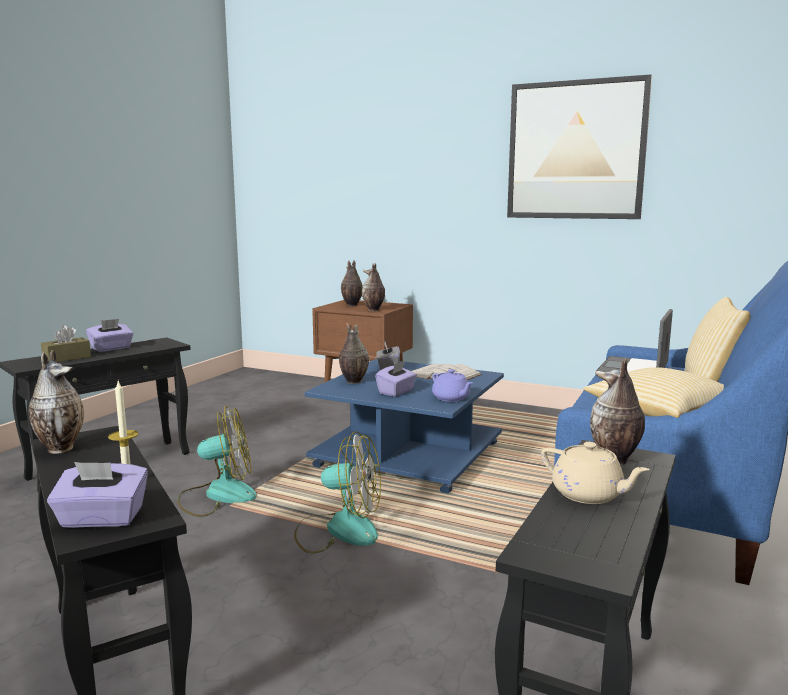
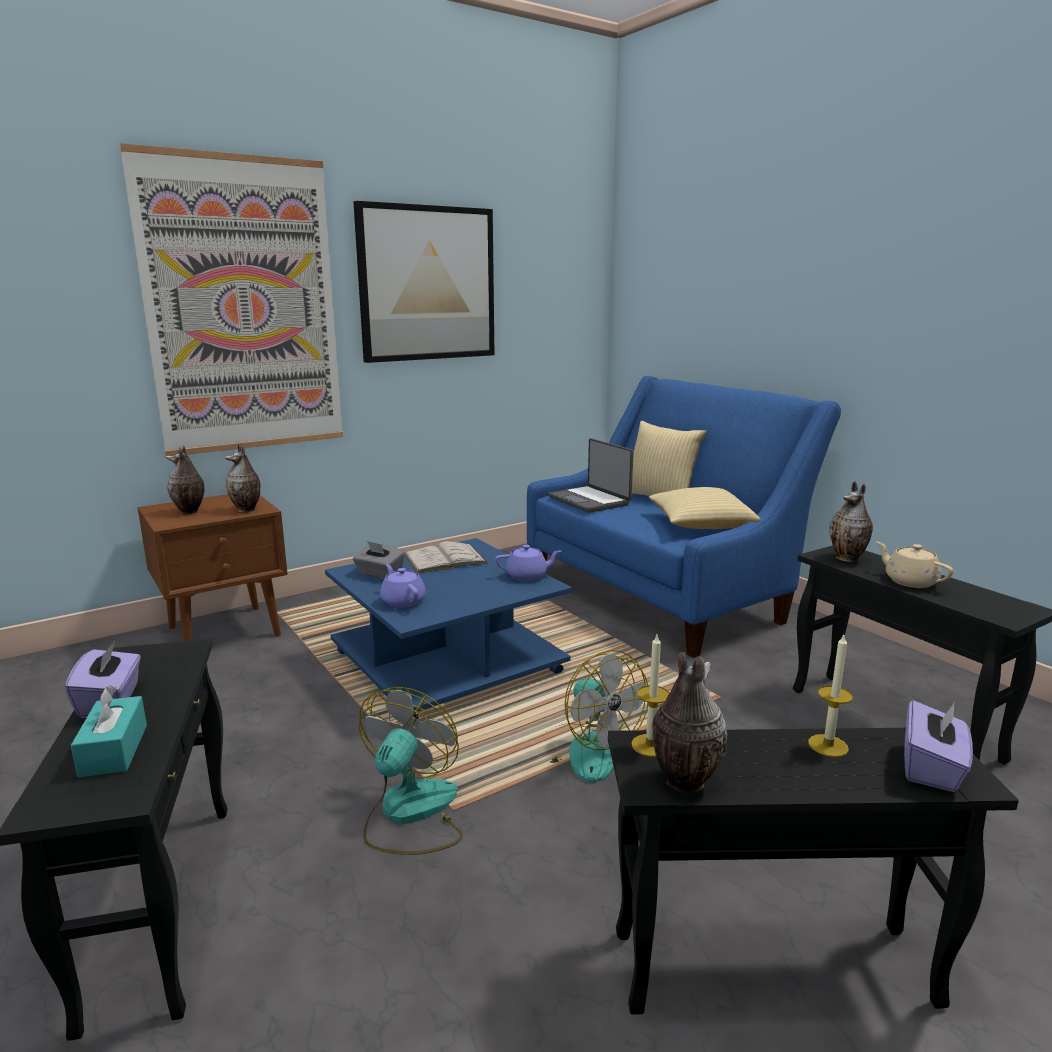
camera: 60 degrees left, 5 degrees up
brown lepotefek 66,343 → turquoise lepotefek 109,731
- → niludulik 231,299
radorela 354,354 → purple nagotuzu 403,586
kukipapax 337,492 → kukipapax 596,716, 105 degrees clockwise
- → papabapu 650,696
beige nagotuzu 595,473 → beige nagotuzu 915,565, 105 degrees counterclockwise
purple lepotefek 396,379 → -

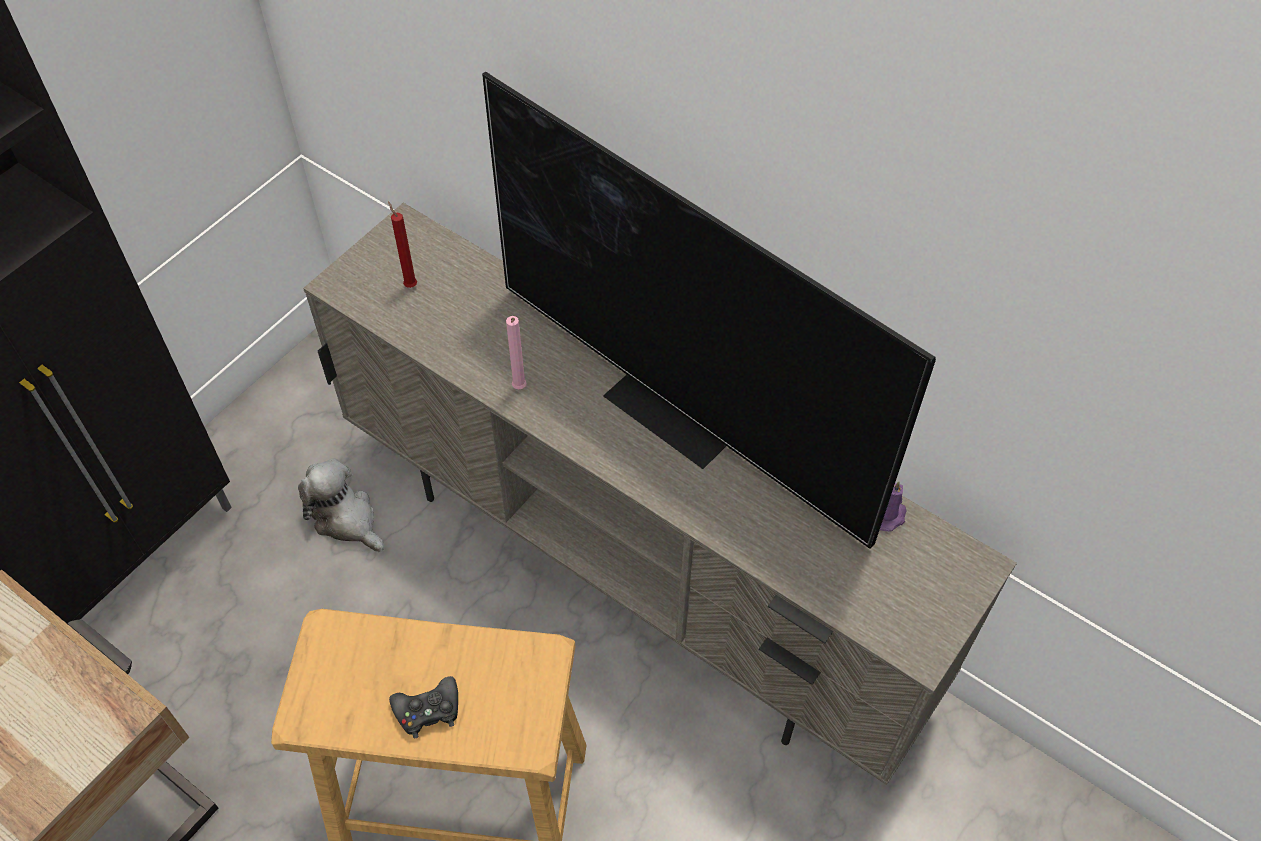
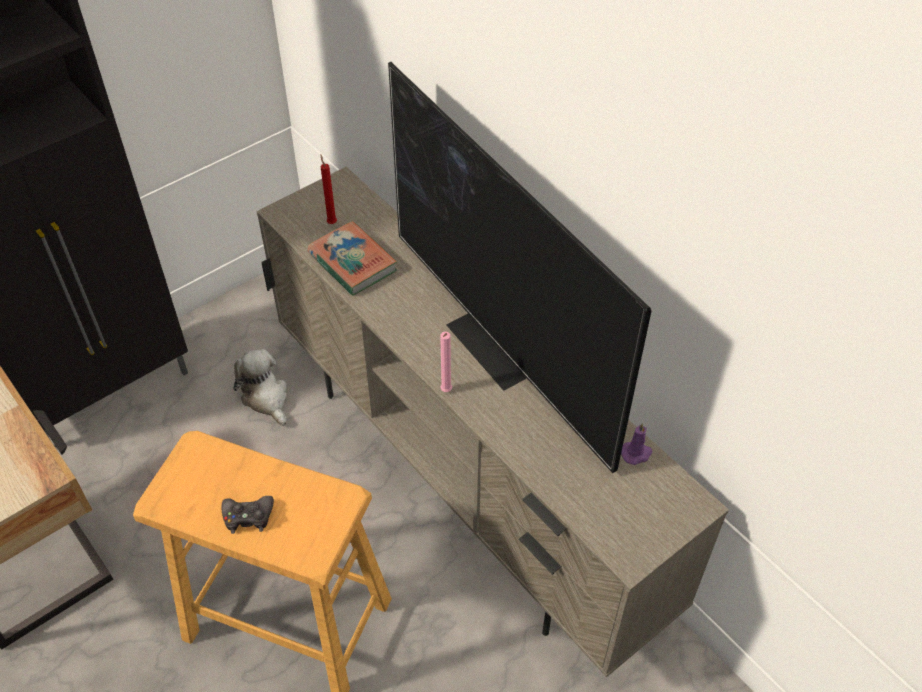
camera: 15 degrees right, 5 degrees down
- → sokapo 352,258
pink papabapu 516,352 → pink papabapu 446,362, move

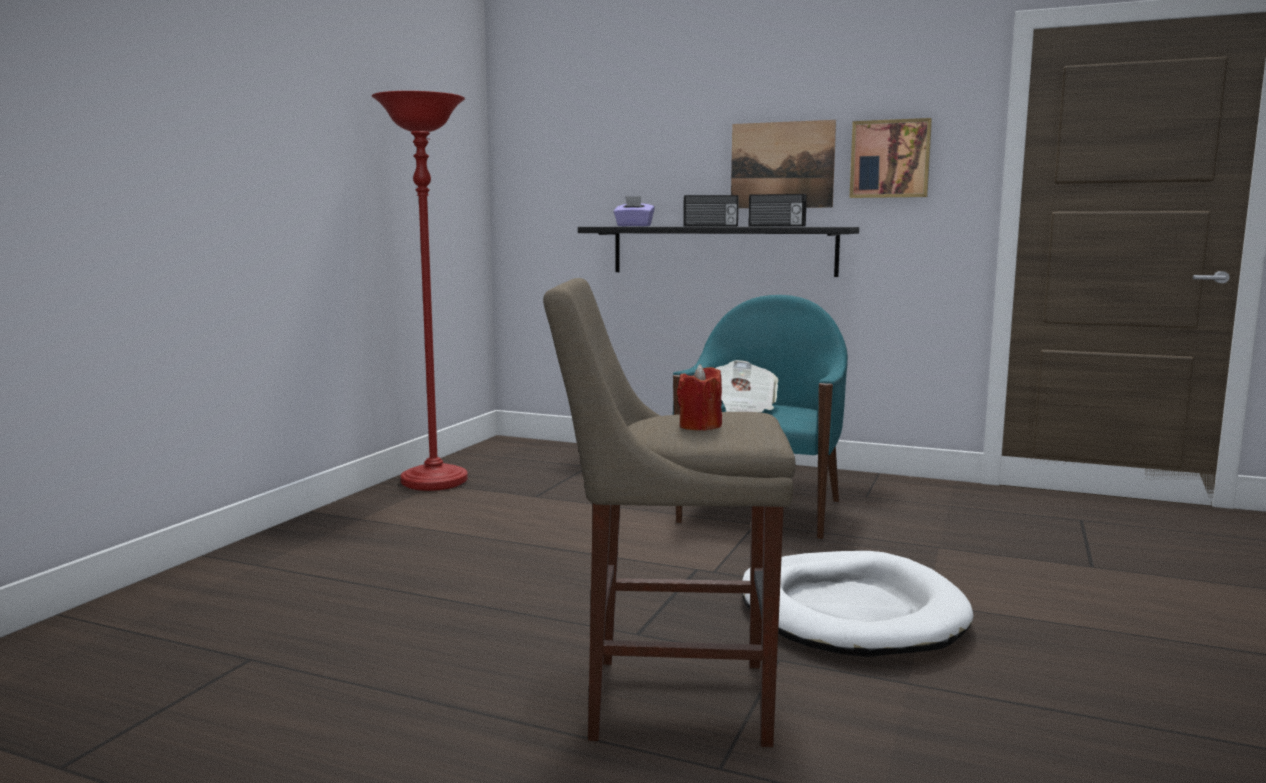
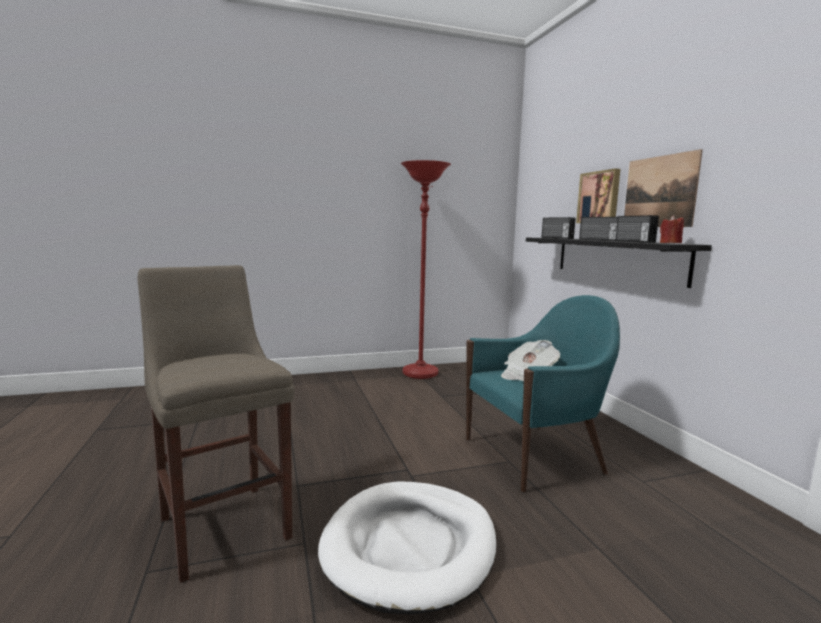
camera: 50 degrees right, 0 degrees up
purple lepotefek 634,211 → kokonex 558,228
niludulik 890,158 → niludulik 598,195, move
red papabapu 699,397 → red papabapu 672,229, move

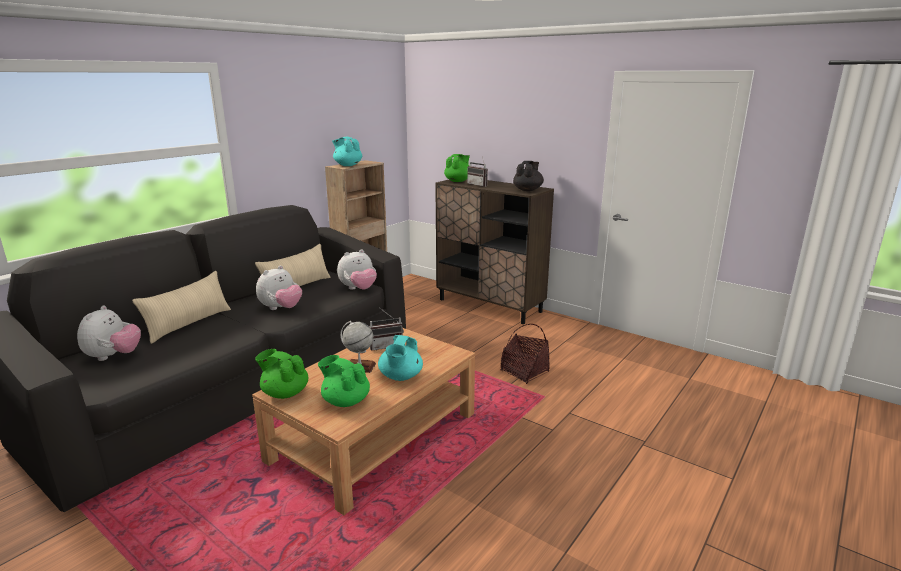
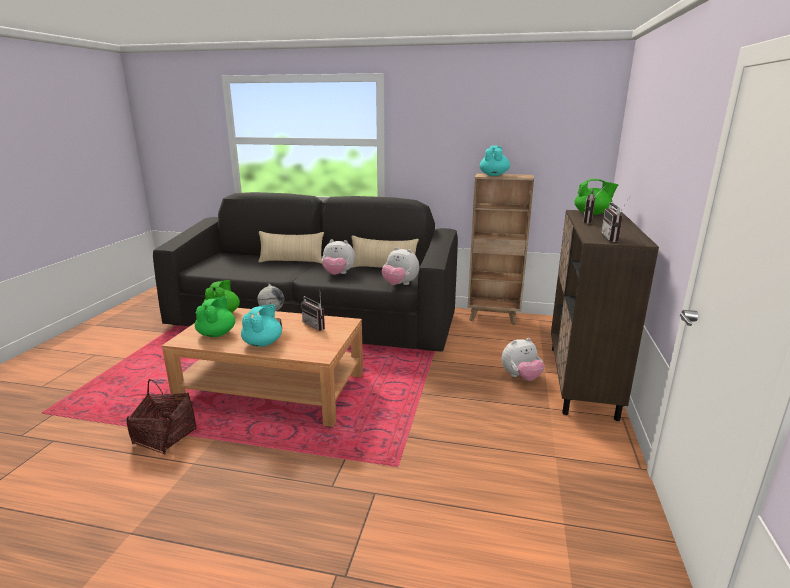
camera: 65 degrees right, 0 degrees up
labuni 525,354 → labuni 161,416, move
turquoise nagotuzu 400,358 → turquoise nagotuzu 261,326, 120 degrees clockwise
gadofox 109,333 → gadofox 522,359, move
black nagotuzu 528,176 → kokonex 615,219

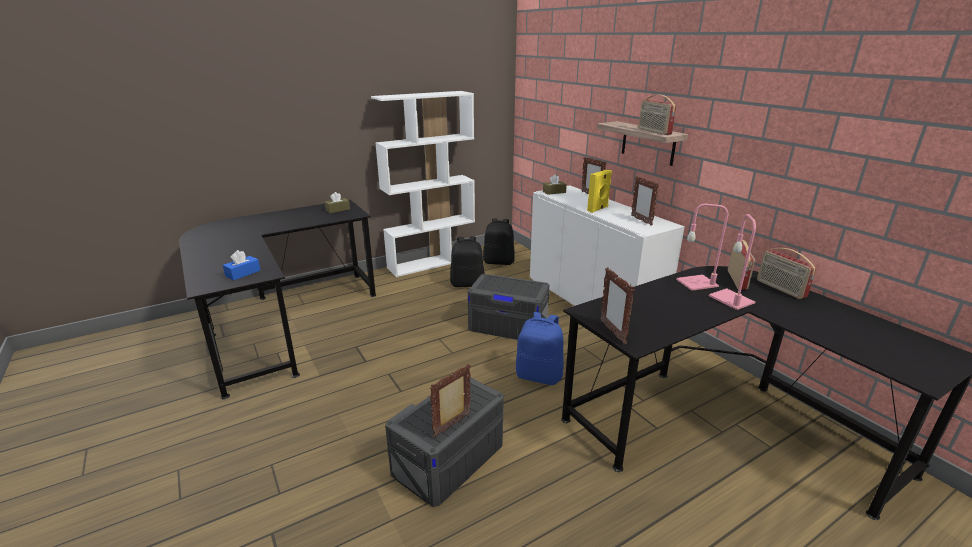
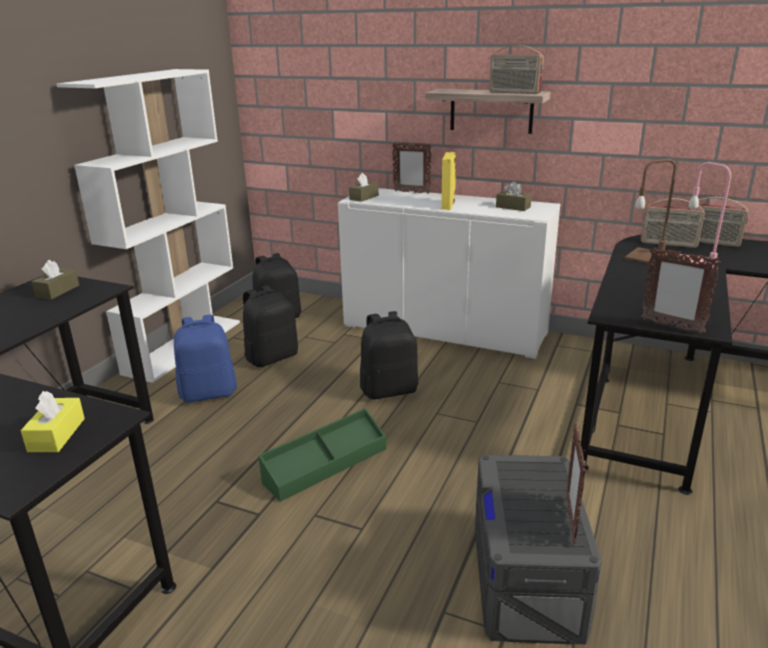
camera: 35 degrees left, 0 degrees up
blue lepotefek 242,265 → yellow lepotefek 52,421
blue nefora 540,348 → blue nefora 205,359, move
- → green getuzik 322,455
grey getuzik 509,307 → black nefora 389,355
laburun 645,201 → brown lepotefek 514,196
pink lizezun 702,247 → brown lizezun 650,212
kokonex 741,265 → kokonex 673,223, 135 degrees clockwise

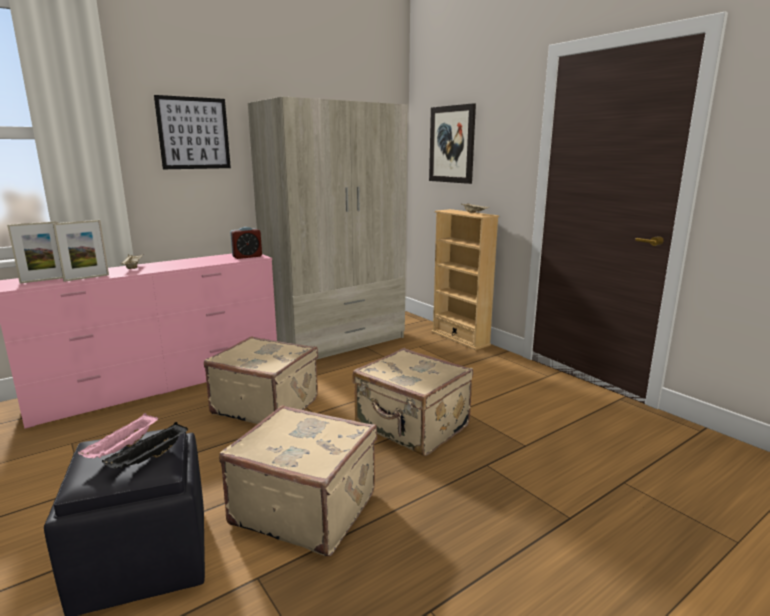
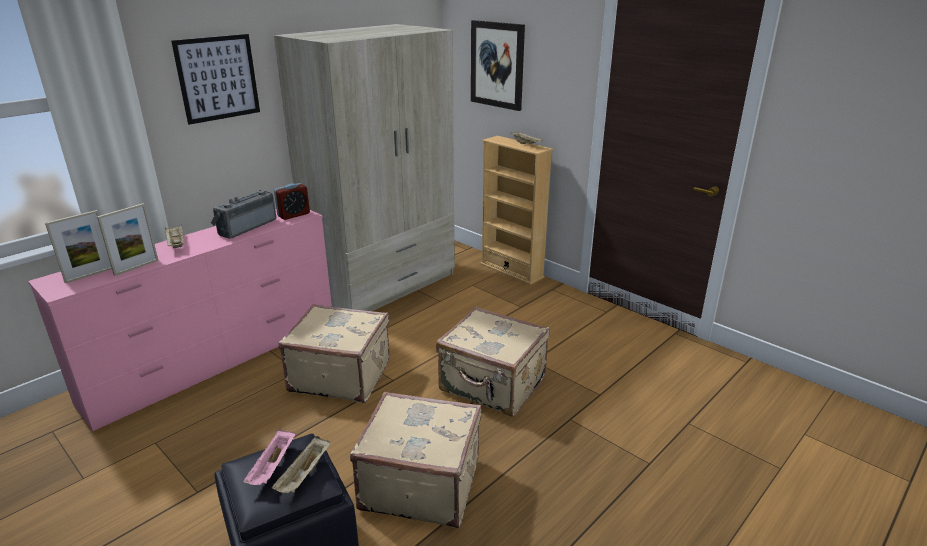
camera: 10 degrees left, 10 degrees up
- → kokonex 243,214
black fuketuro 145,445 → beige fuketuro 301,464

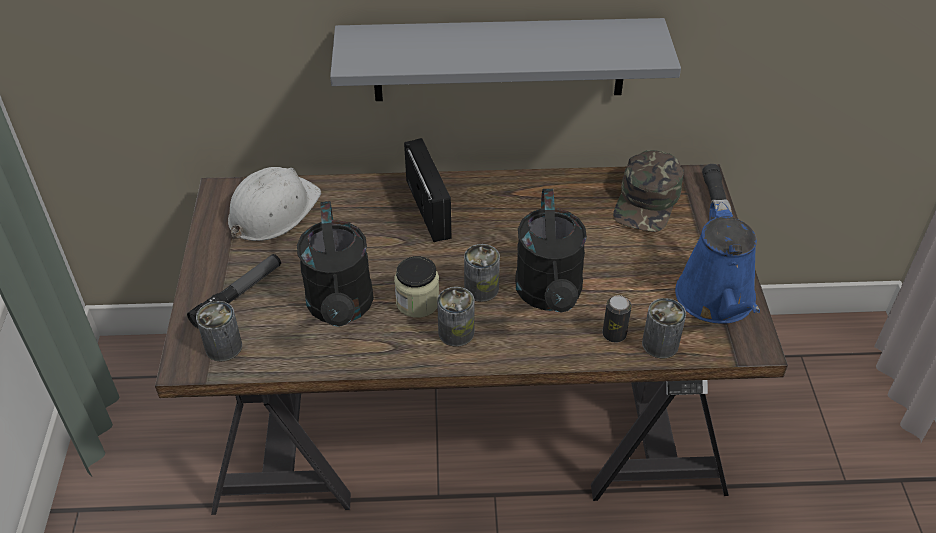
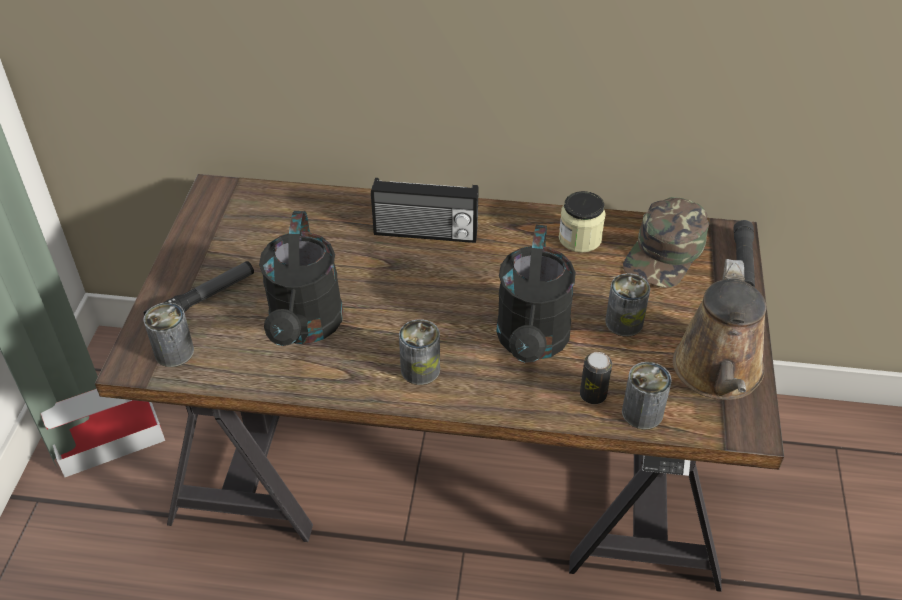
camera: 10 degrees right, 0 degrees up
- → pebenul 103,433
kokonex 427,190 → kokonex 425,210, 105 degrees clockwise
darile 416,287 → darile 582,222, move
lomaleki 482,273 → lomaleki 627,305, move
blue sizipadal 717,261 → brown sizipadal 719,329
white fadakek 274,204 → -
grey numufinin 505,59 → -

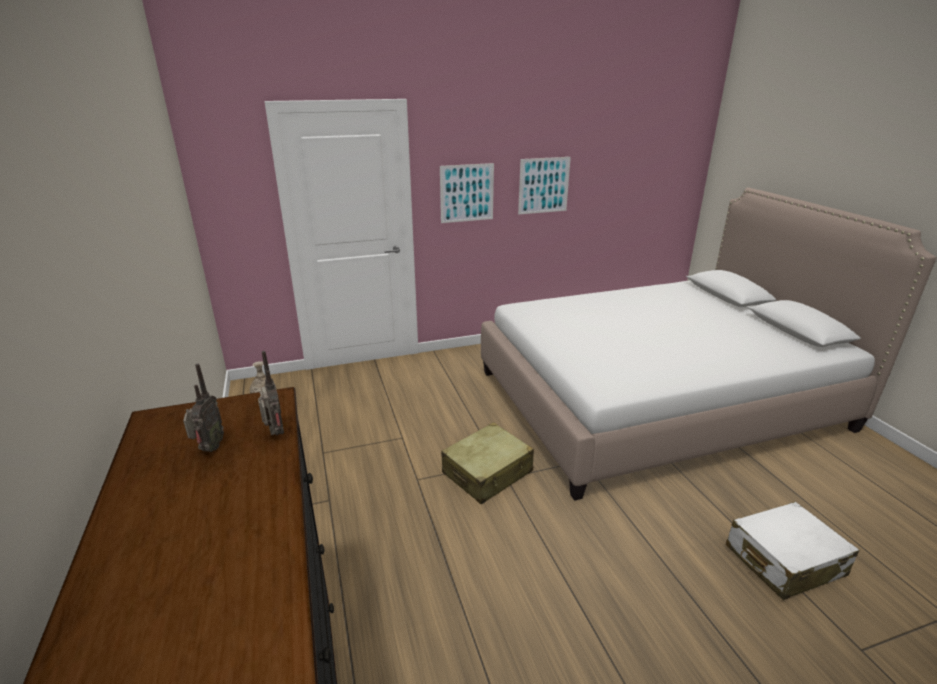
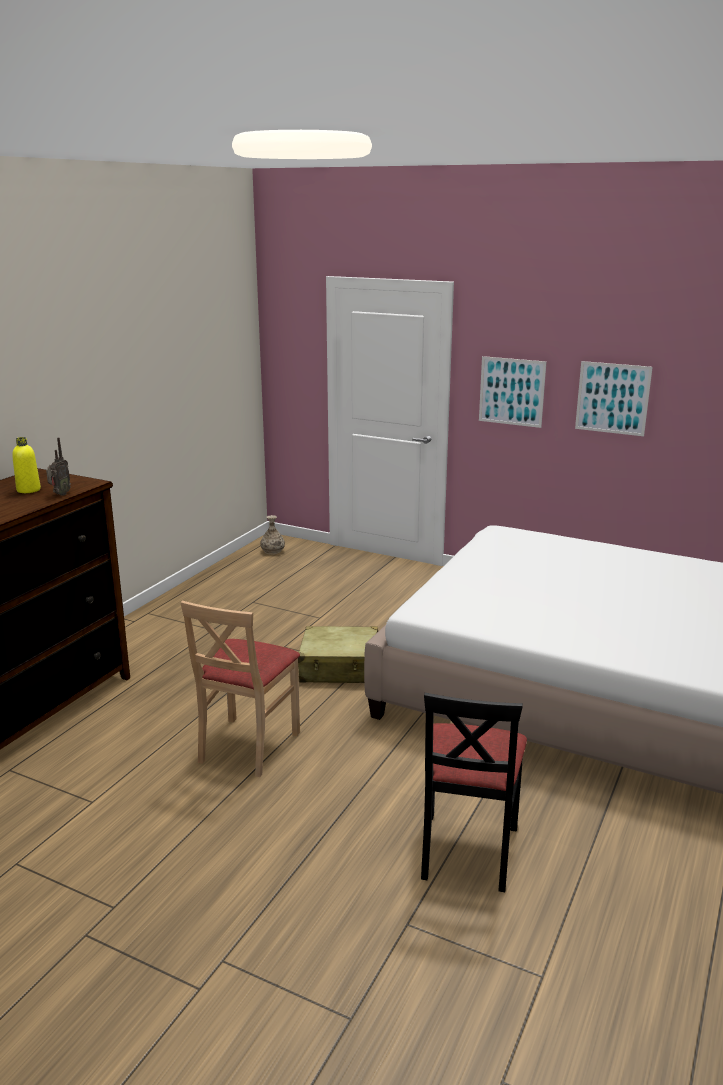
camera: 45 degrees right, 5 degrees down
kokonex 203,408 → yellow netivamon 26,465
- → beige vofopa 240,689
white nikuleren 792,551 → black vofopa 474,792

